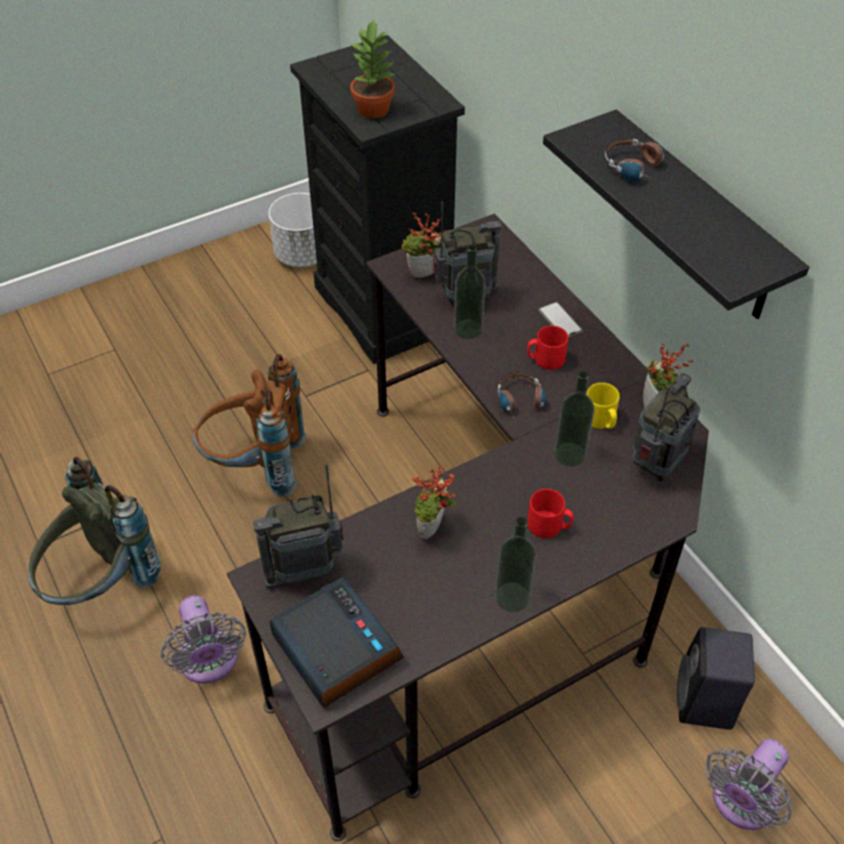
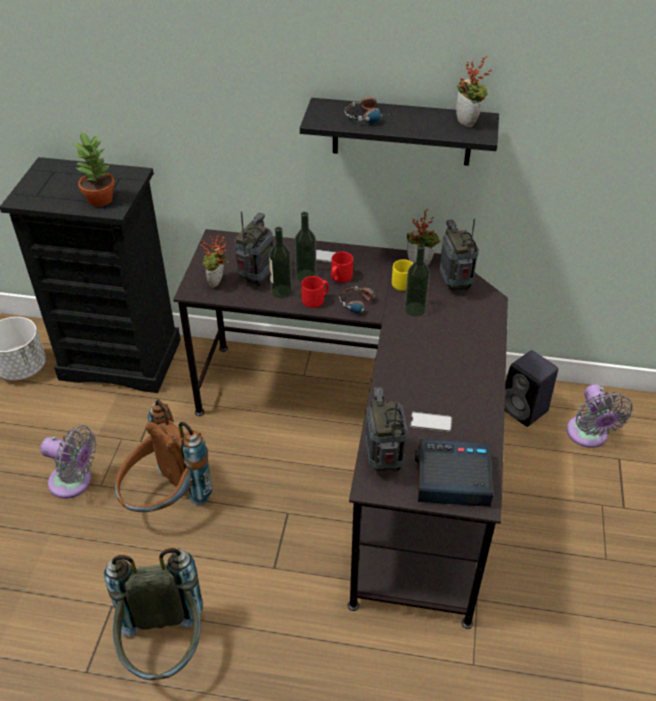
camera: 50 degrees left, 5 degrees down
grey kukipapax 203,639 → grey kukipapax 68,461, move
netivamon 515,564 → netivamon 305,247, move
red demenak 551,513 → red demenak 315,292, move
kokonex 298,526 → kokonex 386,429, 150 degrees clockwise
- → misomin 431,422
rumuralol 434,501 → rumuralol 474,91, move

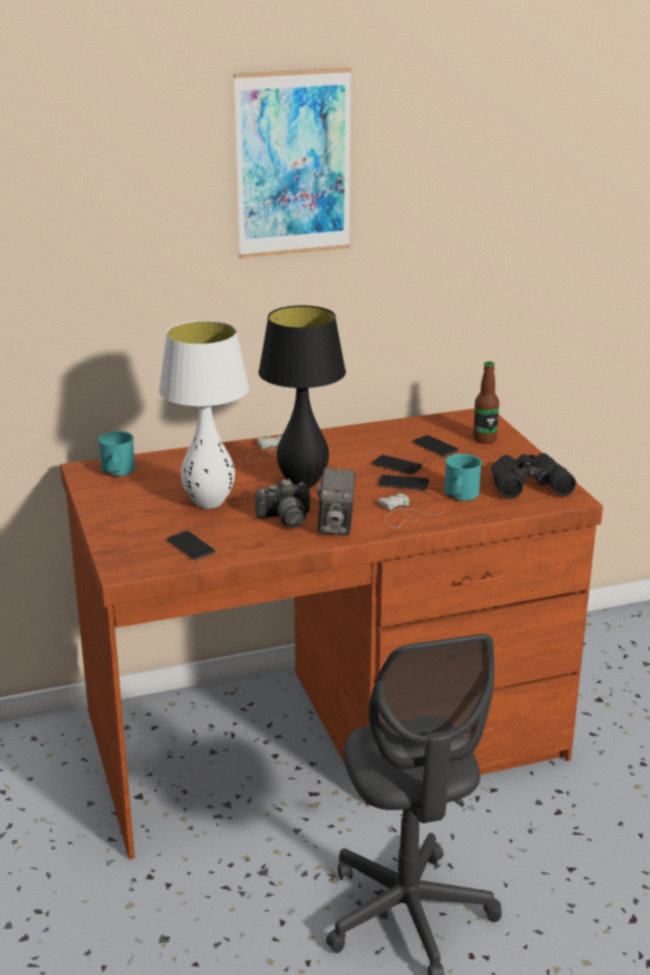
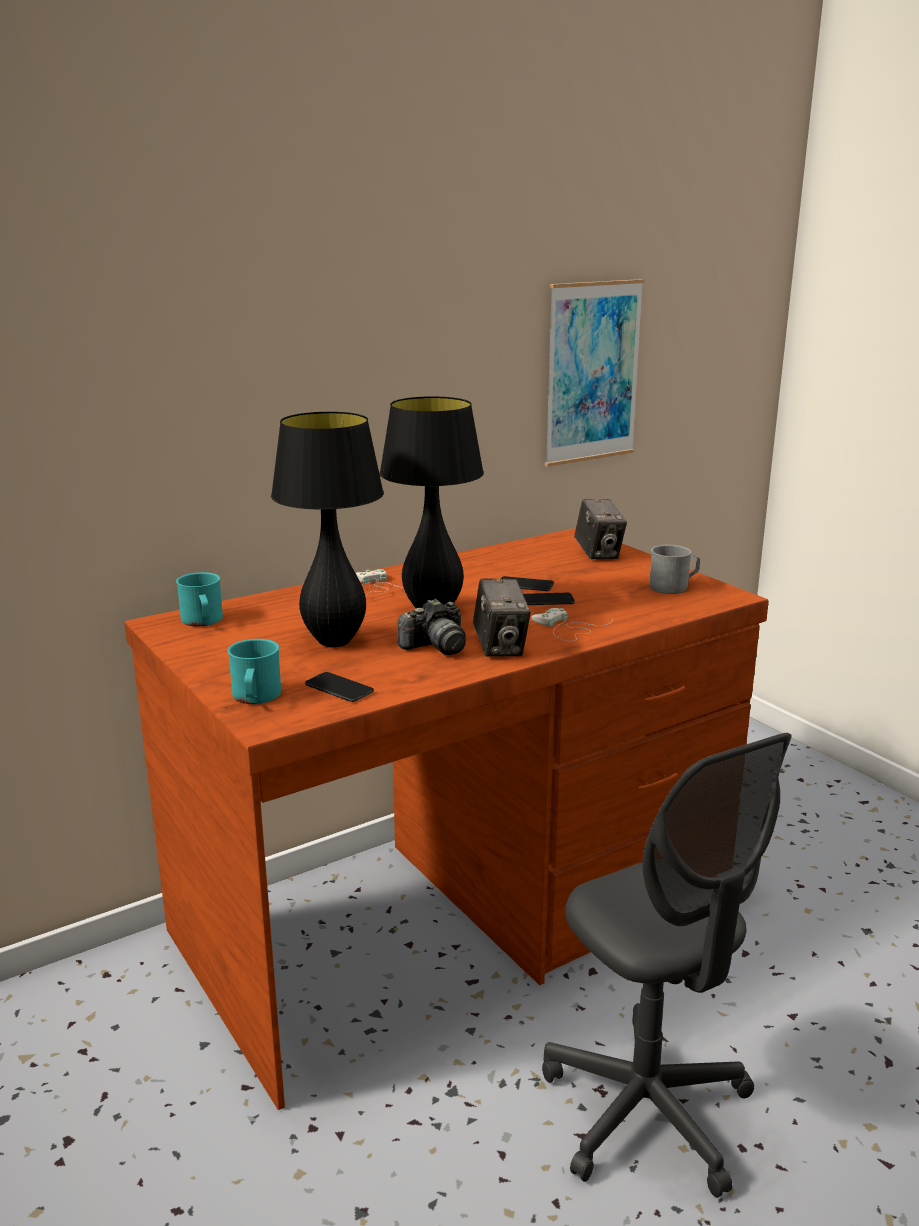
camera: 15 degrees left, 5 degrees down
turquoise demenak 463,477 → turquoise demenak 254,671, move
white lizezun 204,414 → black lizezun 327,529
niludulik 293,163 → niludulik 594,373, move
netivamon 486,402 → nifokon 600,529
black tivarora 533,476 → grey demenak 674,569
misomin 435,445 → -

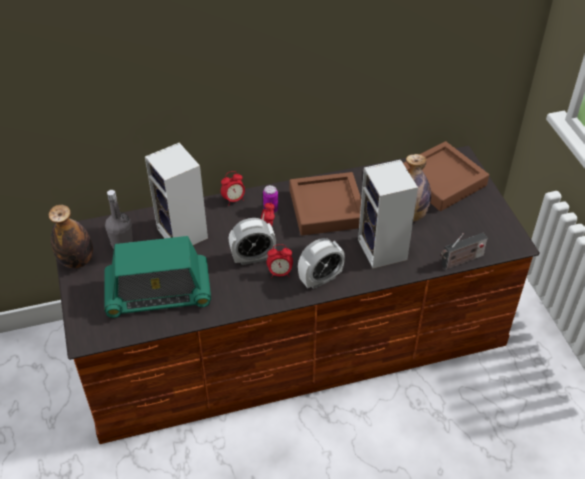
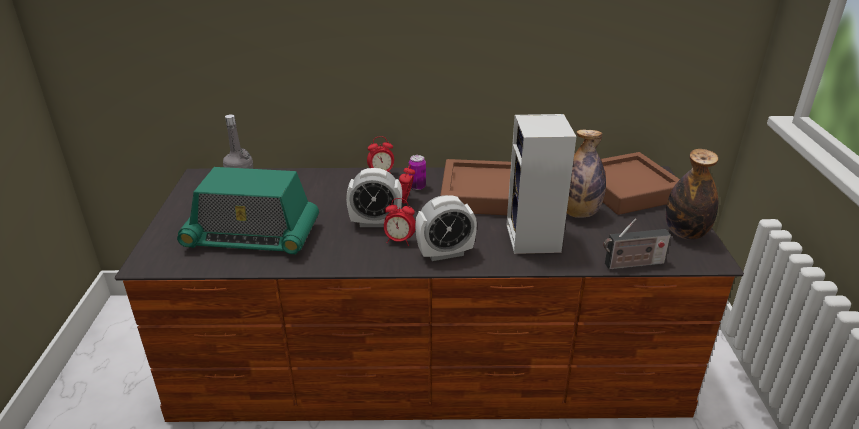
camera: 15 degrees right, 15 degrees down
netivamon 71,236 → netivamon 692,194, move
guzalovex 176,193 → -

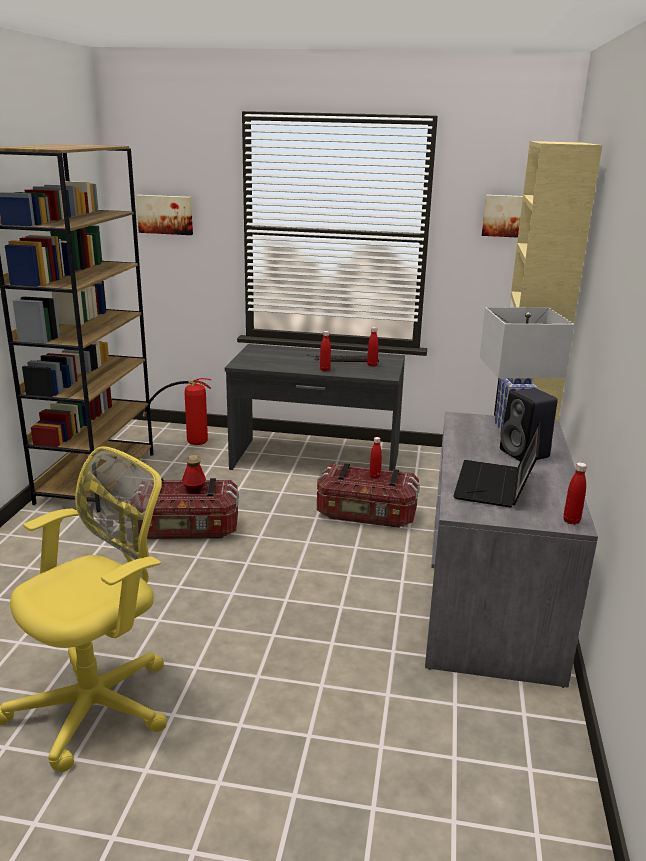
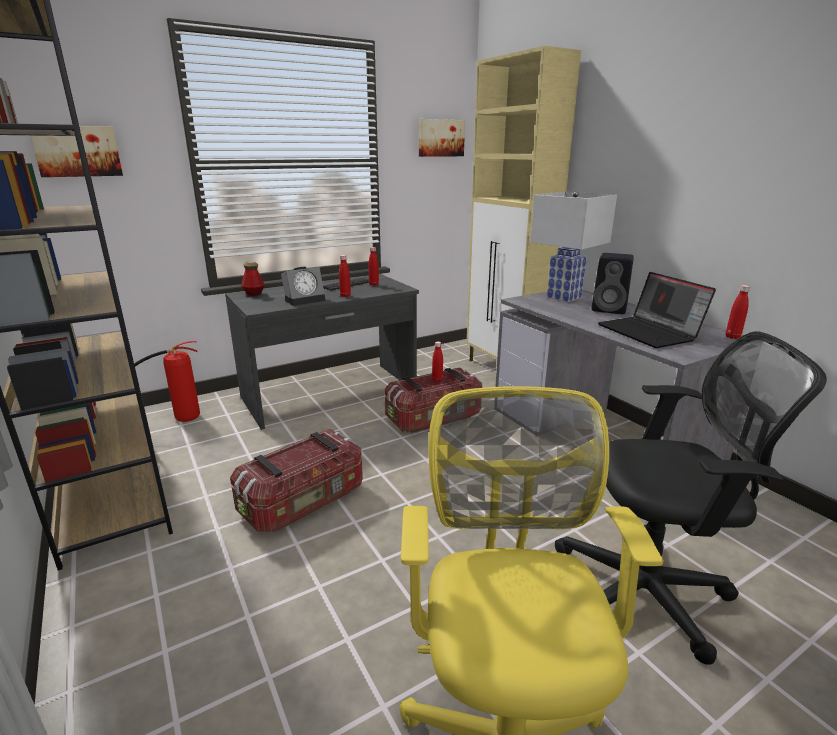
camera: 40 degrees left, 0 degrees up
netivamon 194,474 → netivamon 253,278, move
- → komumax 303,286
- → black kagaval 691,498

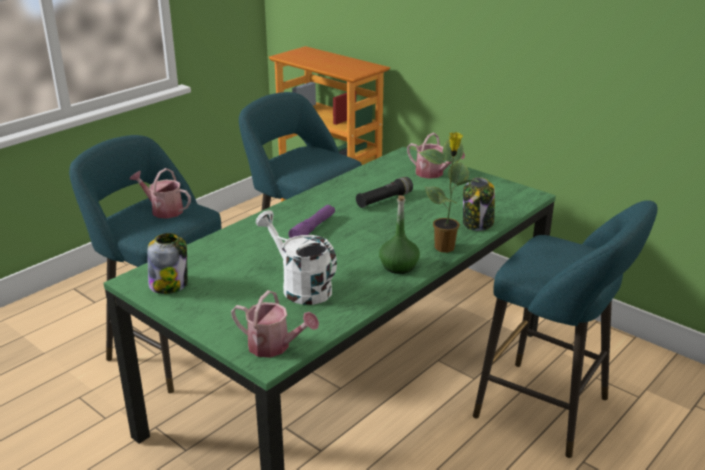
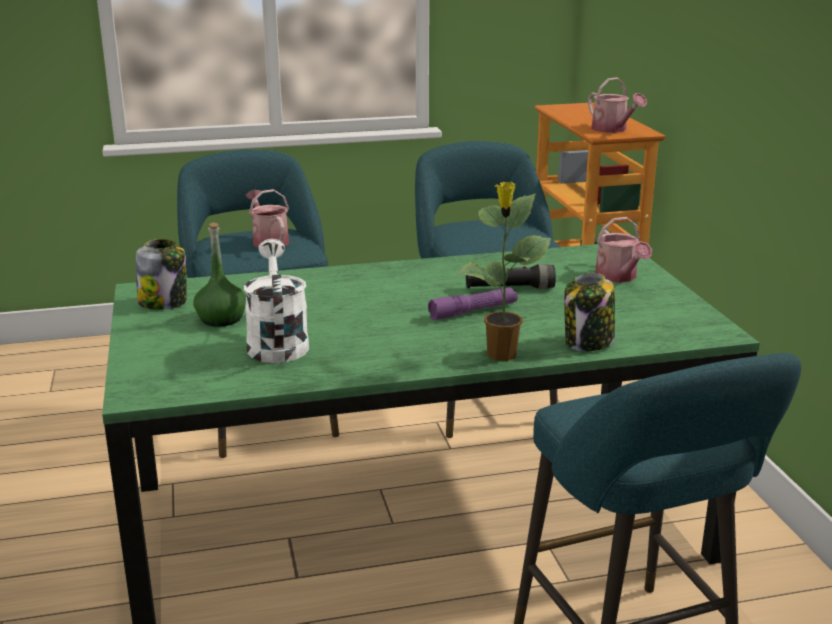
camera: 35 degrees right, 5 degrees down
green netivamon 399,234 → green netivamon 219,275, move
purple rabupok 311,221 → purple rabupok 473,303, move
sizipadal 275,324 → sizipadal 617,105, move

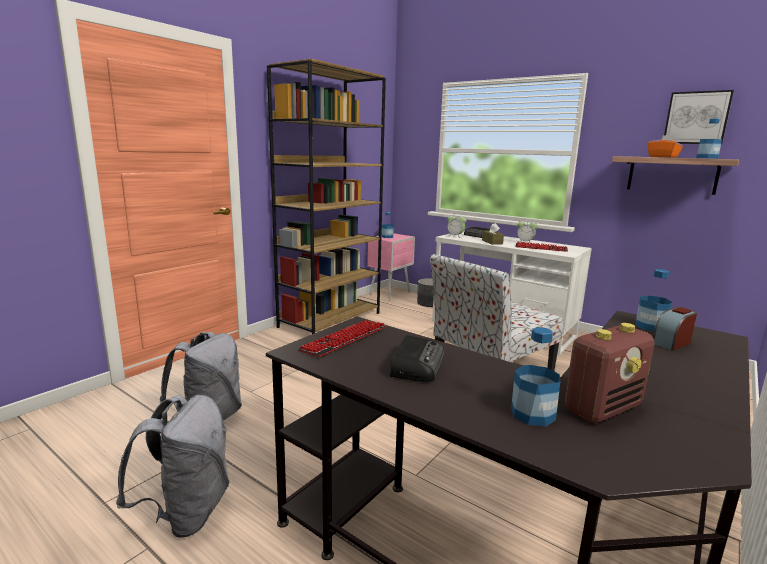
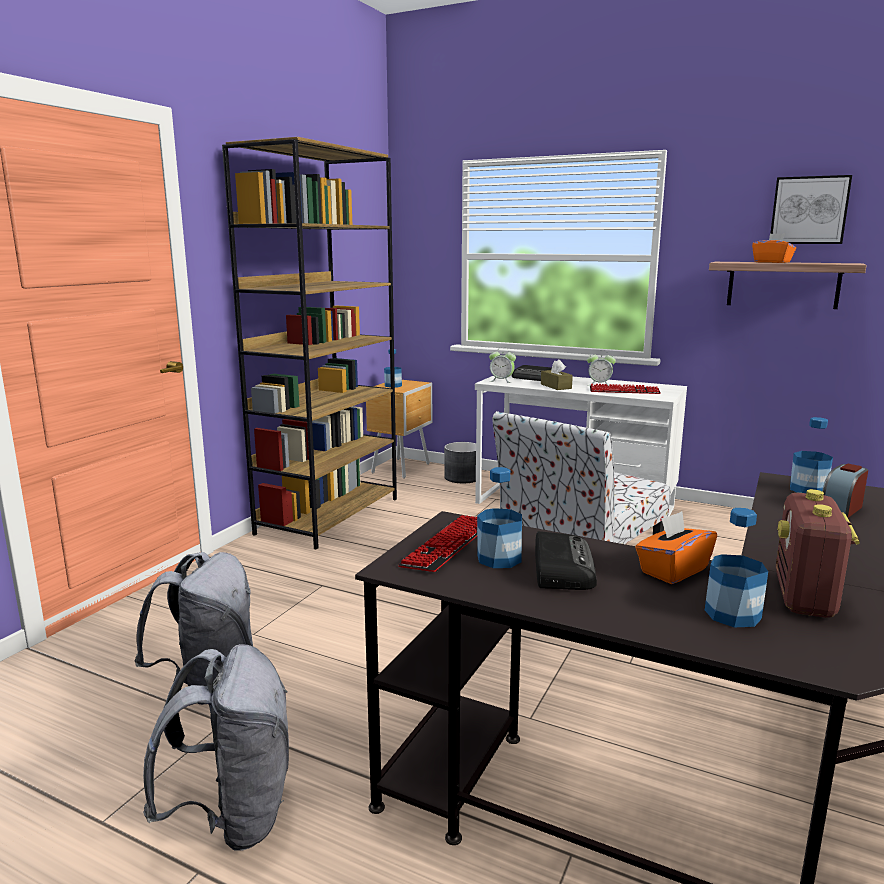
camera: 10 degrees left, 0 degrees up
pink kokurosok 391,266 → brown kokurosok 399,429
netivamon 709,139 → netivamon 499,517, move
- → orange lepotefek 676,547
kokonex 609,373 → kokonex 818,553, 150 degrees clockwise

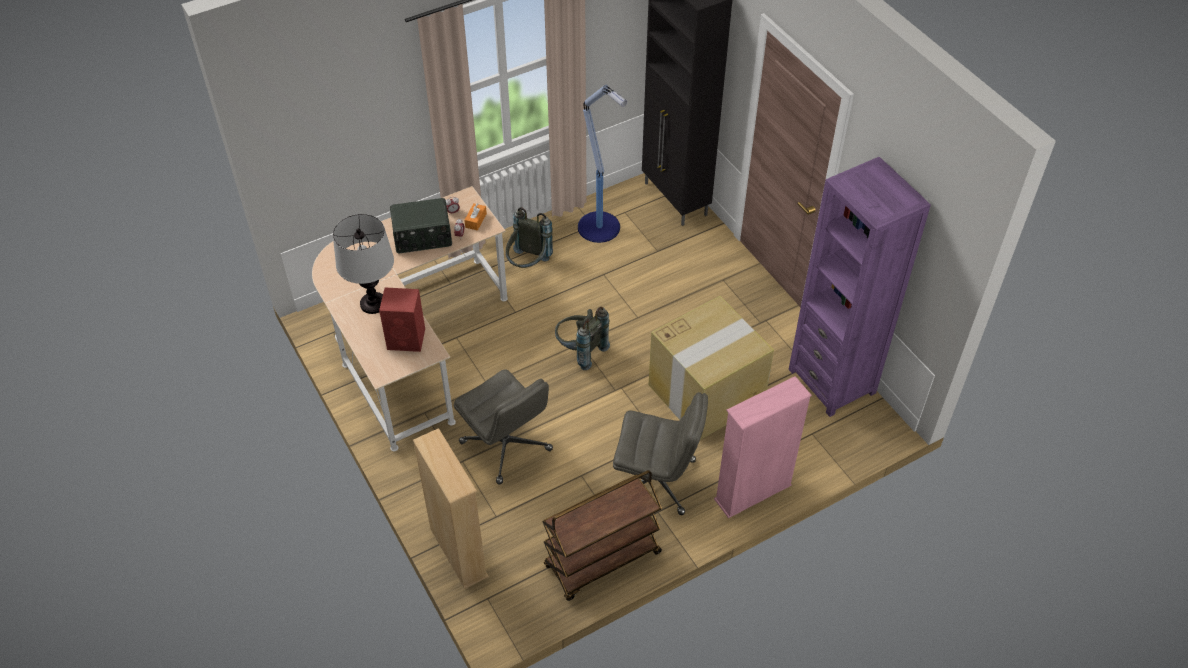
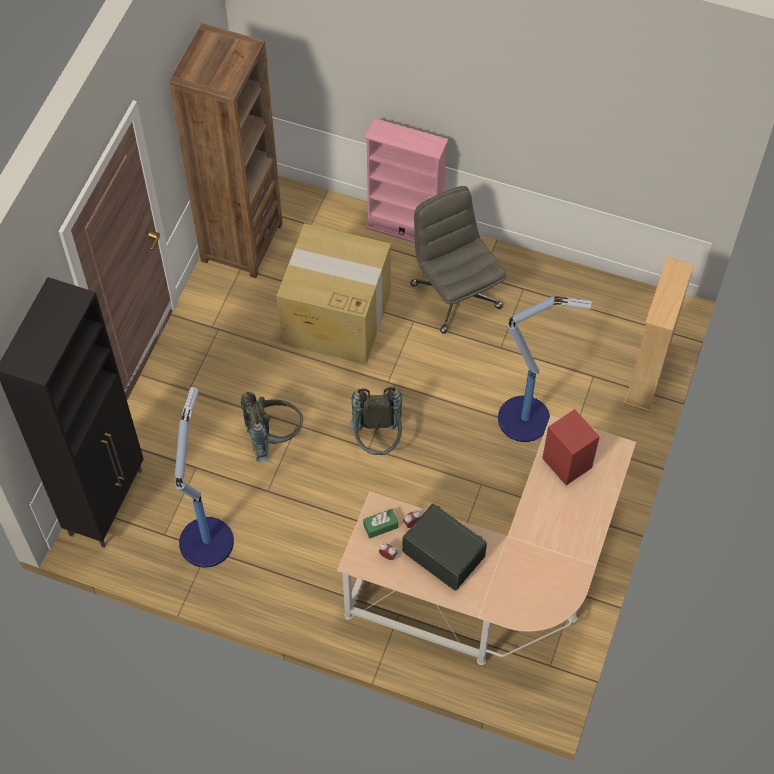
camera: 130 degrees left, 10 degrees up
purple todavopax 860,287 → brown todavopax 226,150
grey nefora 529,237 → grey nefora 272,427, move
orange lepotefek 475,217 → green lepotefek 380,524
grey kagaval 503,427 → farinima 545,368
lizezun 363,264 → -
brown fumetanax 602,535 → -

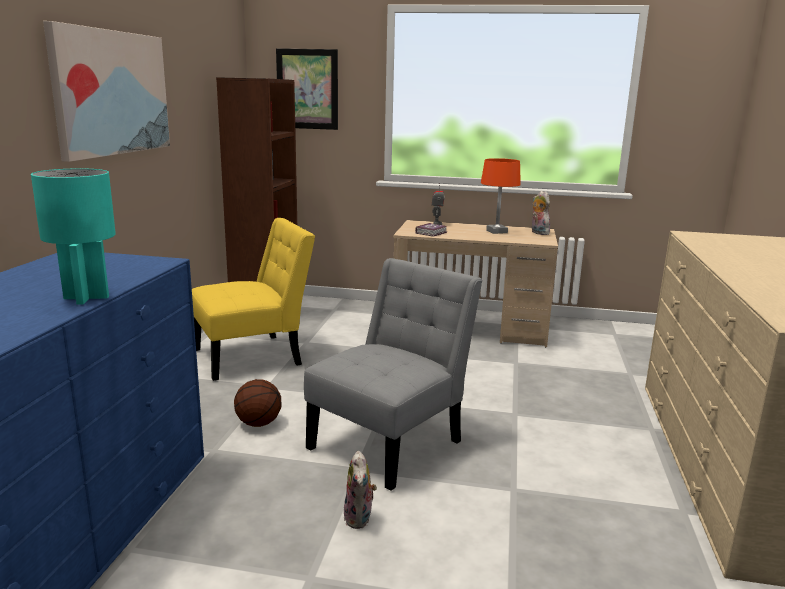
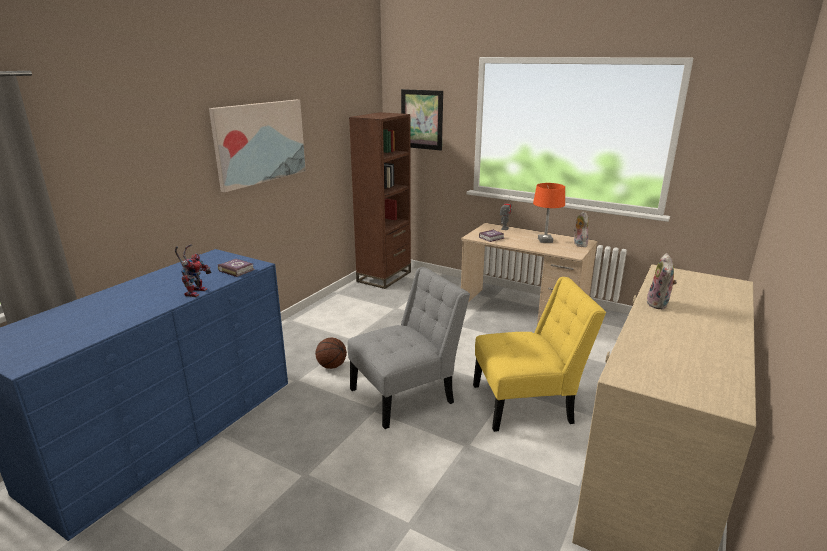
camera: 20 degrees right, 5 degrees up
turquoise lizezun 73,236 → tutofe 193,270
- → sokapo 236,268
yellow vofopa 253,299 → yellow vofopa 539,354, move
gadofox 360,490 → gadofox 661,281, move

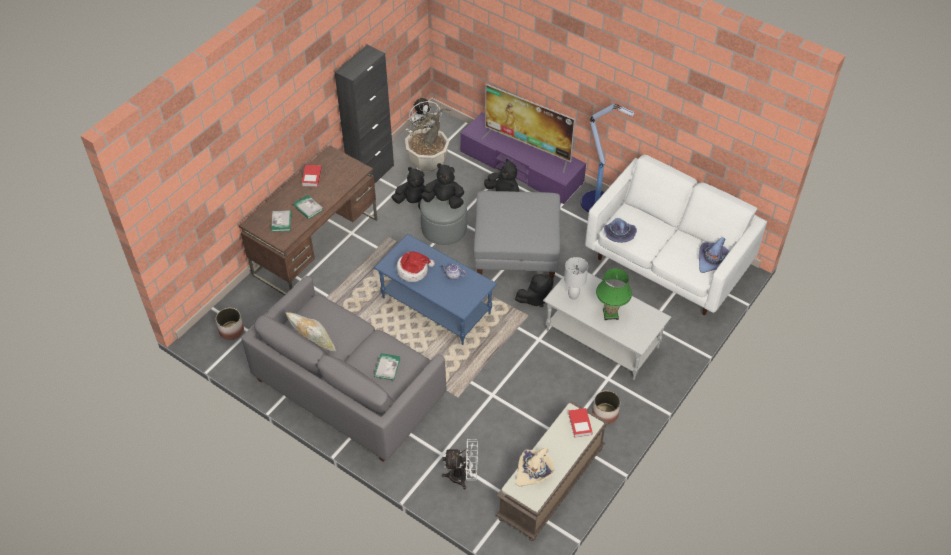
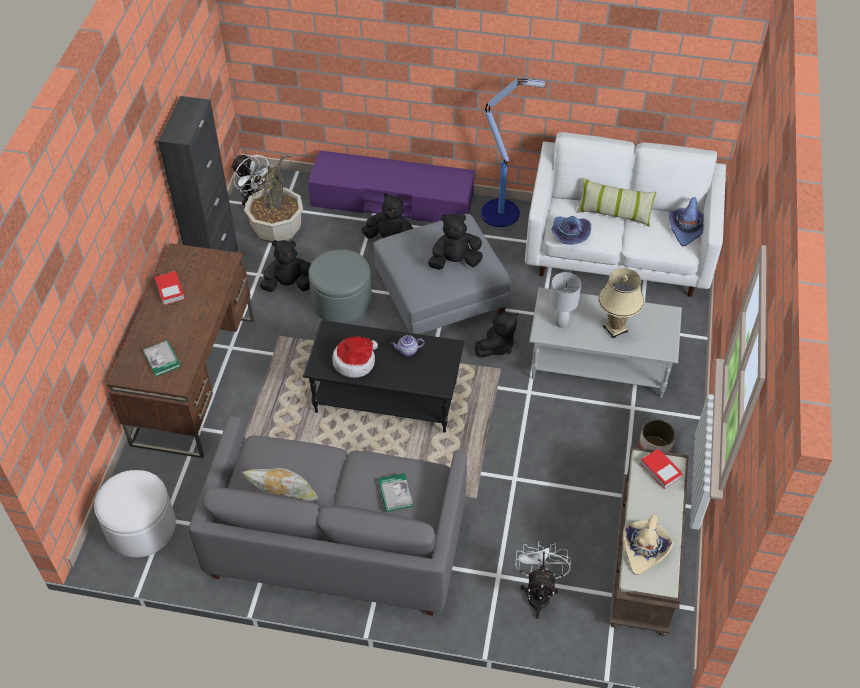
camera: 25 degrees left, 0 degrees up
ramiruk 230,324 → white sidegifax 135,513
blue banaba 435,289 → black banaba 384,376
black gadofox 442,186 → black gadofox 455,242, move
white kukipapax 460,464 → white kukipapax 543,580, 60 degrees counterclockwise
- → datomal 616,202
green lizezun 614,294 → beige lizezun 621,303
sokapo 308,207 → -
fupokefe 528,128 → -

